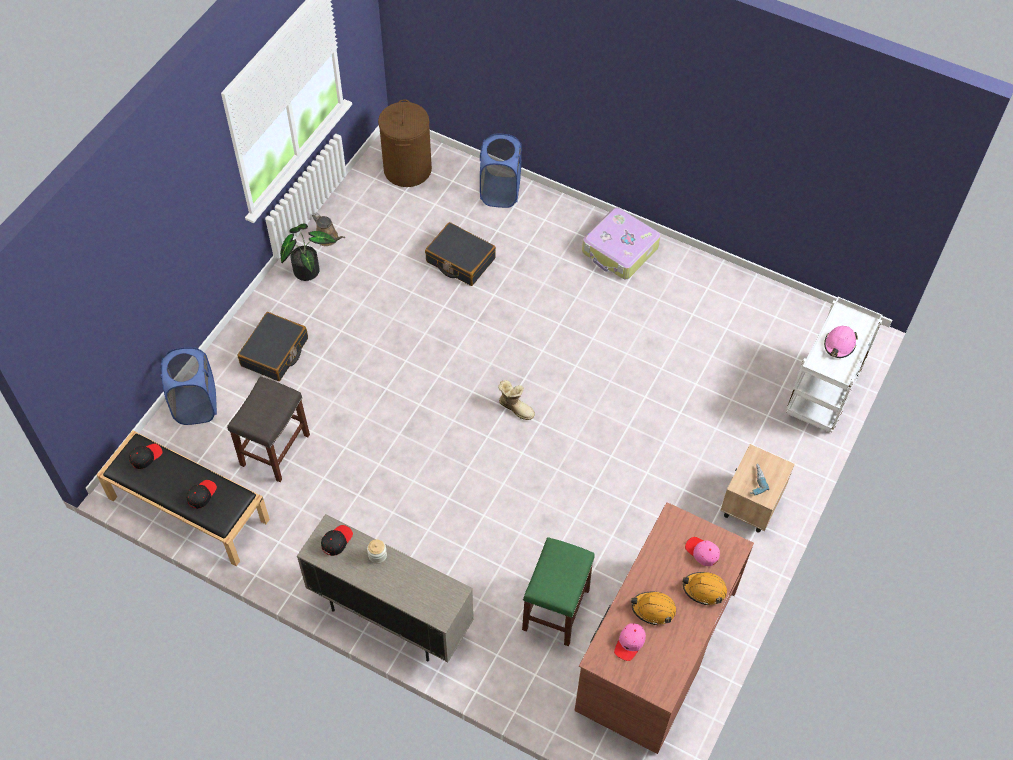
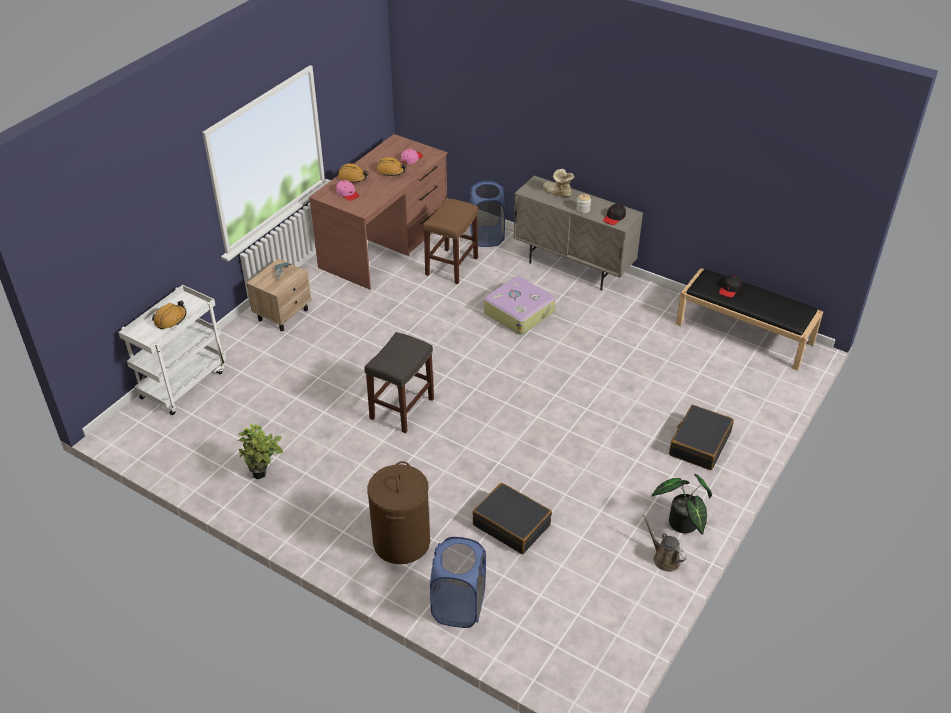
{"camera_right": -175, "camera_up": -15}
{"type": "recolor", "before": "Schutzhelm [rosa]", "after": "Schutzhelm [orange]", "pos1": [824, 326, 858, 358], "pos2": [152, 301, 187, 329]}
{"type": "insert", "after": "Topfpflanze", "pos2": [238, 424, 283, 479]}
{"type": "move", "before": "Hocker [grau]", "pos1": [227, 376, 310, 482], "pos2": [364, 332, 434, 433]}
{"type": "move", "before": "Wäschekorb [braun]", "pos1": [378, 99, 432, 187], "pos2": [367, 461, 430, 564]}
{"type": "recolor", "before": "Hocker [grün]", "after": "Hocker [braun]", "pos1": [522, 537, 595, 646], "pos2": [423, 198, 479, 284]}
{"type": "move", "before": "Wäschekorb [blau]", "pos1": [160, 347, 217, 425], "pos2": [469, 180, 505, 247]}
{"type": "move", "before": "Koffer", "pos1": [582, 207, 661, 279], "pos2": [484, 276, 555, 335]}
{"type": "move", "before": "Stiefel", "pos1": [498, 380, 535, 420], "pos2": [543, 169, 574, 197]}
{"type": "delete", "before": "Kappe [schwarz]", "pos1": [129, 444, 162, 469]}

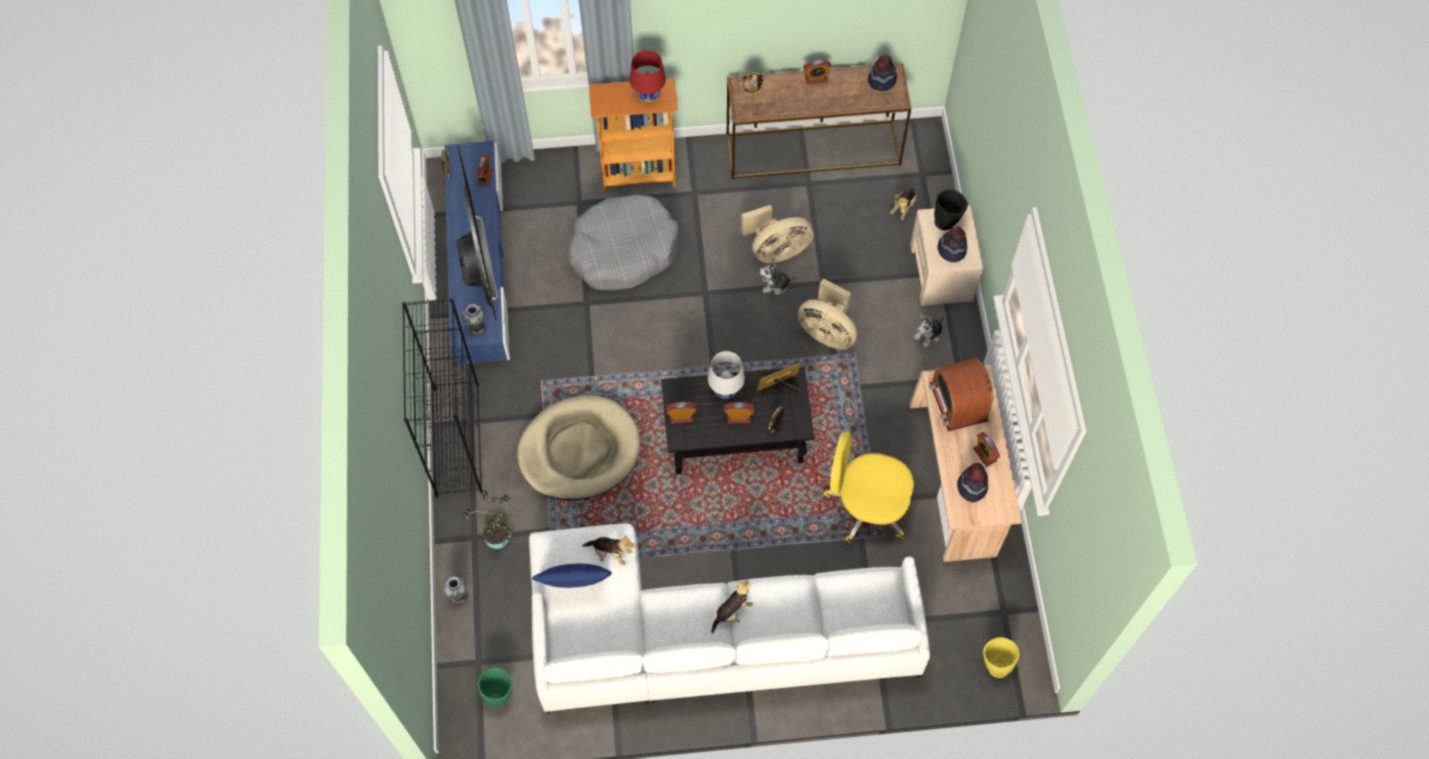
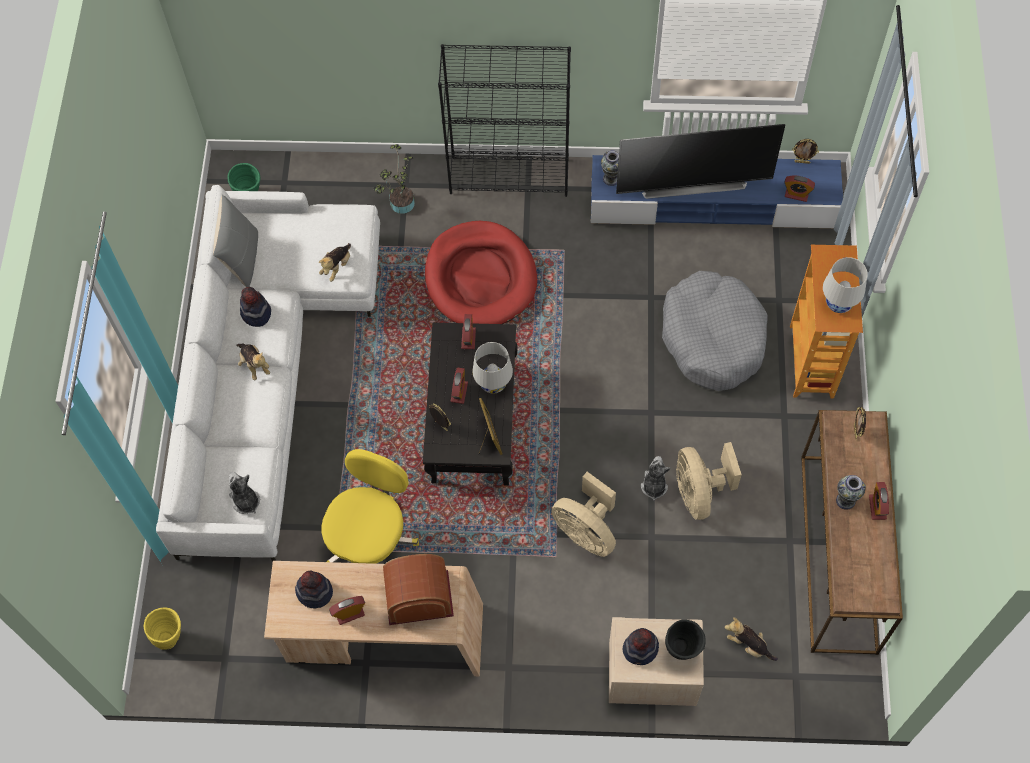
{"camera_right": 100, "camera_up": 0}
{"type": "insert", "after": "Kissen [grau]", "pos2": [213, 195, 258, 287]}
{"type": "move", "before": "Plüschtier", "pos1": [913, 314, 944, 348], "pos2": [229, 472, 260, 514]}
{"type": "move", "before": "Hut", "pos1": [868, 54, 897, 91], "pos2": [240, 287, 271, 327]}
{"type": "recolor", "before": "Hundebett [beige]", "after": "Hundebett [rot]", "pos1": [517, 396, 640, 500], "pos2": [425, 221, 537, 324]}
{"type": "rotate", "before": "Ventilator [beige]", "pos1": [797, 278, 858, 350], "pos2": [551, 472, 616, 557], "turn": -90}
{"type": "recolor", "before": "Tischlampe [rot]", "after": "Tischlampe [weiß]", "pos1": [630, 50, 666, 103], "pos2": [823, 257, 868, 313]}
{"type": "move", "before": "Vase", "pos1": [444, 575, 468, 605], "pos2": [836, 475, 866, 510]}
{"type": "delete", "before": "Kissen [blau]", "pos1": [532, 564, 612, 588]}

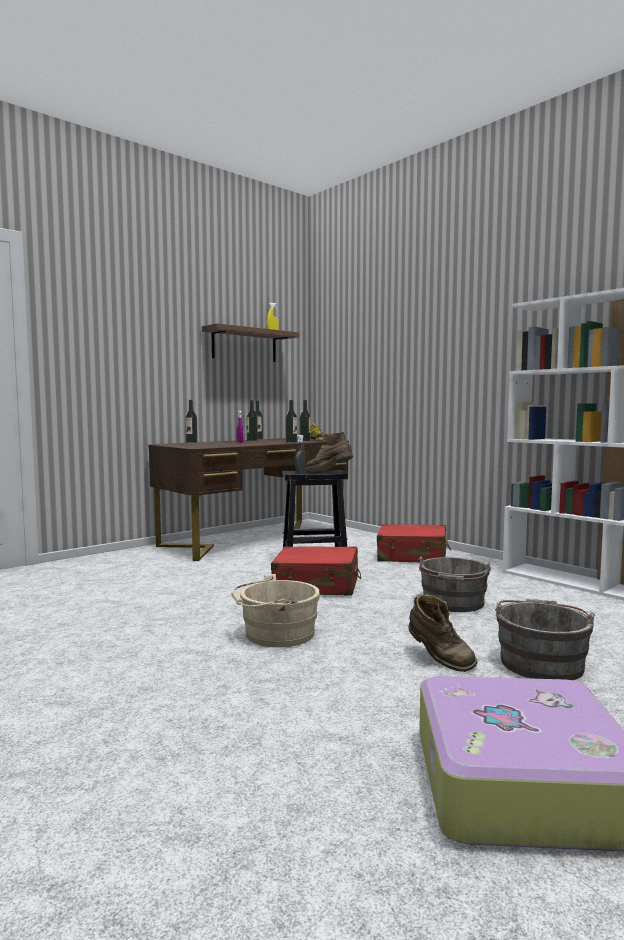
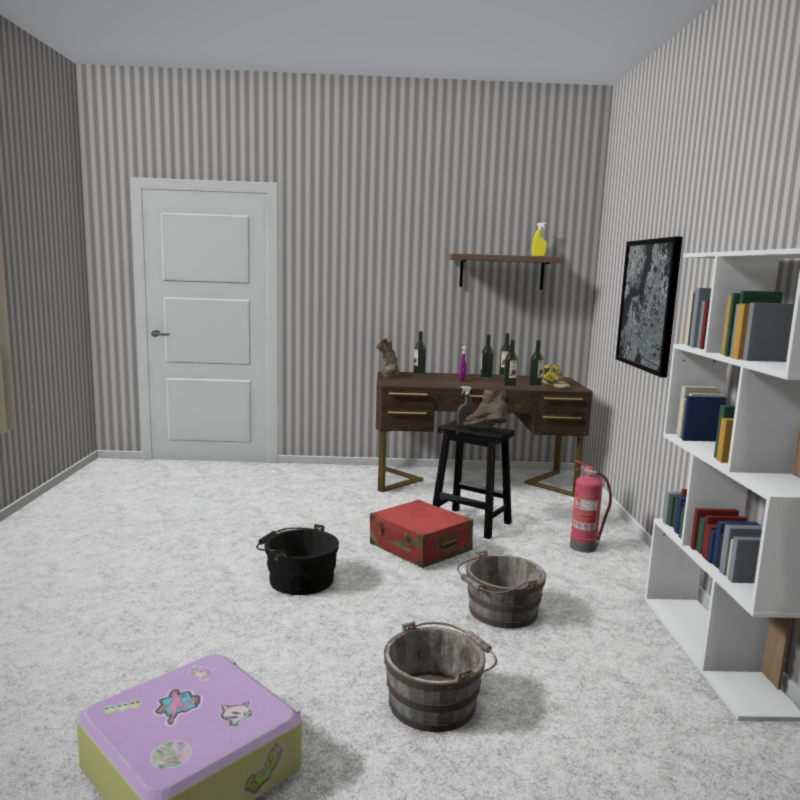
{"camera_right": 40, "camera_up": 5}
{"type": "recolor", "before": "Eimer [beige]", "after": "Eimer [schwarz]", "pos1": [231, 574, 320, 647], "pos2": [256, 524, 339, 595]}
{"type": "move", "before": "Stiefel [braun]", "pos1": [408, 594, 477, 672], "pos2": [376, 338, 399, 378]}
{"type": "replace", "before": "Koffer [rot]", "after": "Feuerlöscher", "pos1": [377, 524, 451, 562], "pos2": [570, 460, 612, 553]}
{"type": "insert", "after": "Bild", "pos2": [616, 236, 682, 377]}

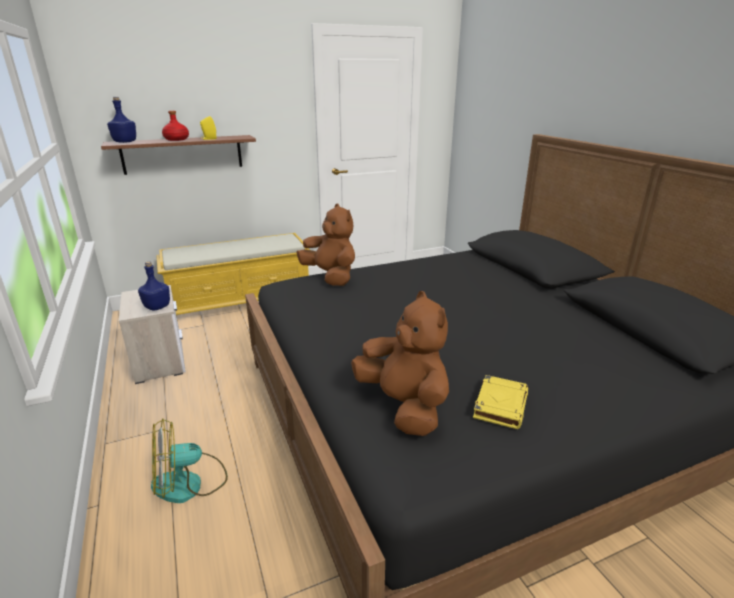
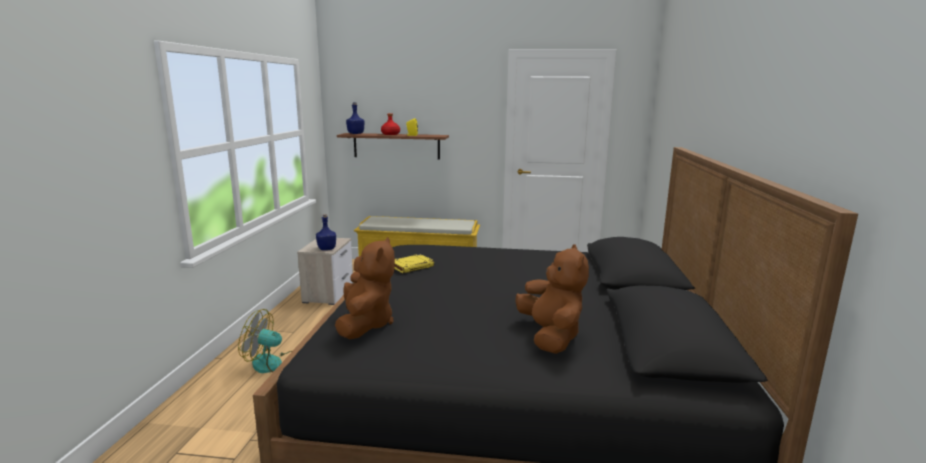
{"camera_right": 30, "camera_up": -10}
{"type": "move", "before": "Buch [gelb]", "pos1": [473, 375, 528, 429], "pos2": [395, 254, 434, 273]}
{"type": "move", "before": "Plüschtier [braun]", "pos1": [296, 204, 355, 286], "pos2": [515, 244, 589, 354]}

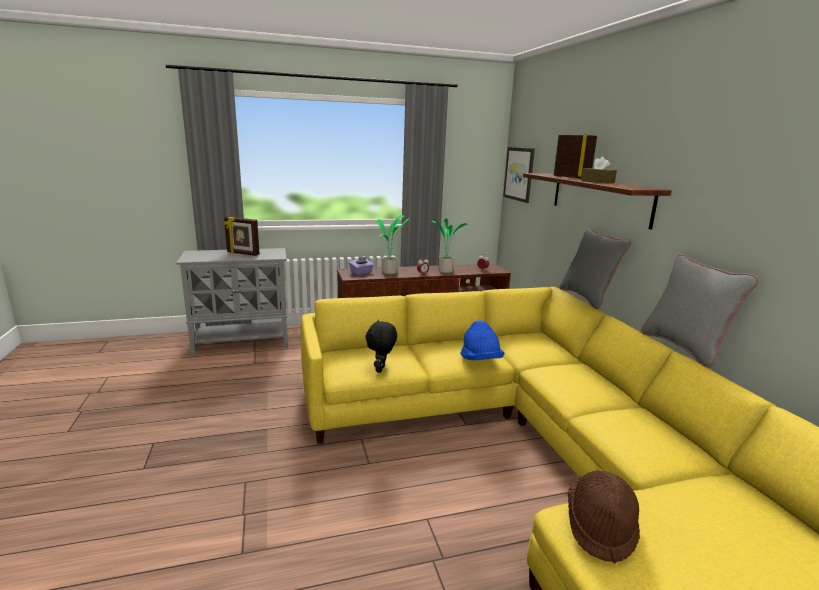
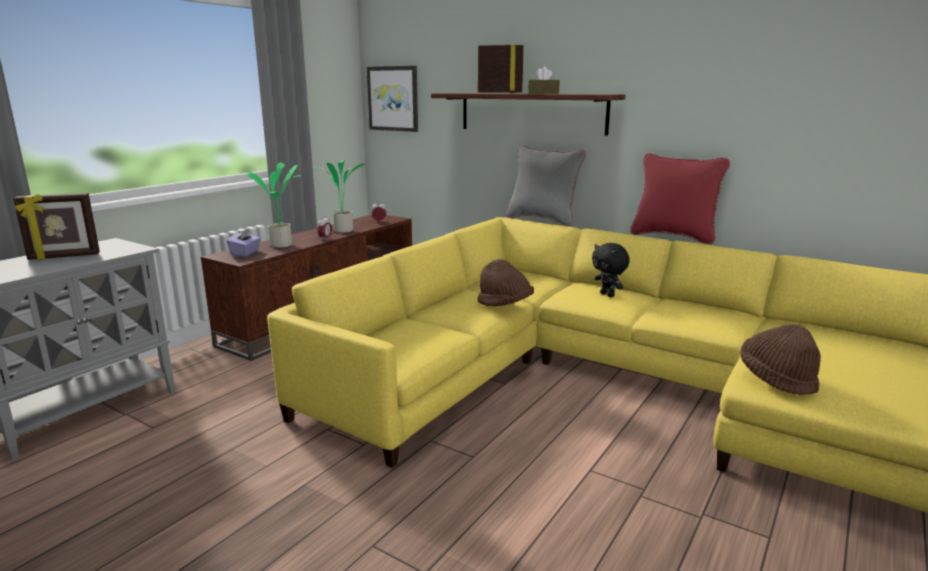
{"camera_right": -40, "camera_up": 0}
{"type": "recolor", "before": "Hut [blau]", "after": "Hut [braun]", "pos1": [461, 320, 504, 360], "pos2": [477, 259, 534, 306]}
{"type": "move", "before": "Plüschtier [schwarz]", "pos1": [366, 320, 397, 373], "pos2": [592, 243, 630, 297]}
{"type": "recolor", "before": "Kissen [grau]", "after": "Kissen [rot]", "pos1": [641, 254, 759, 368], "pos2": [630, 153, 730, 245]}

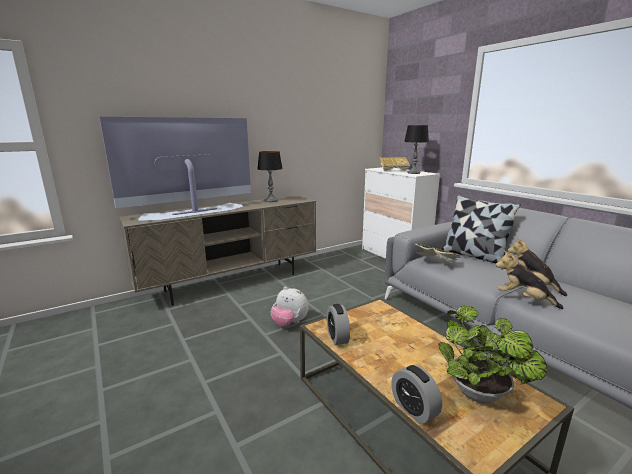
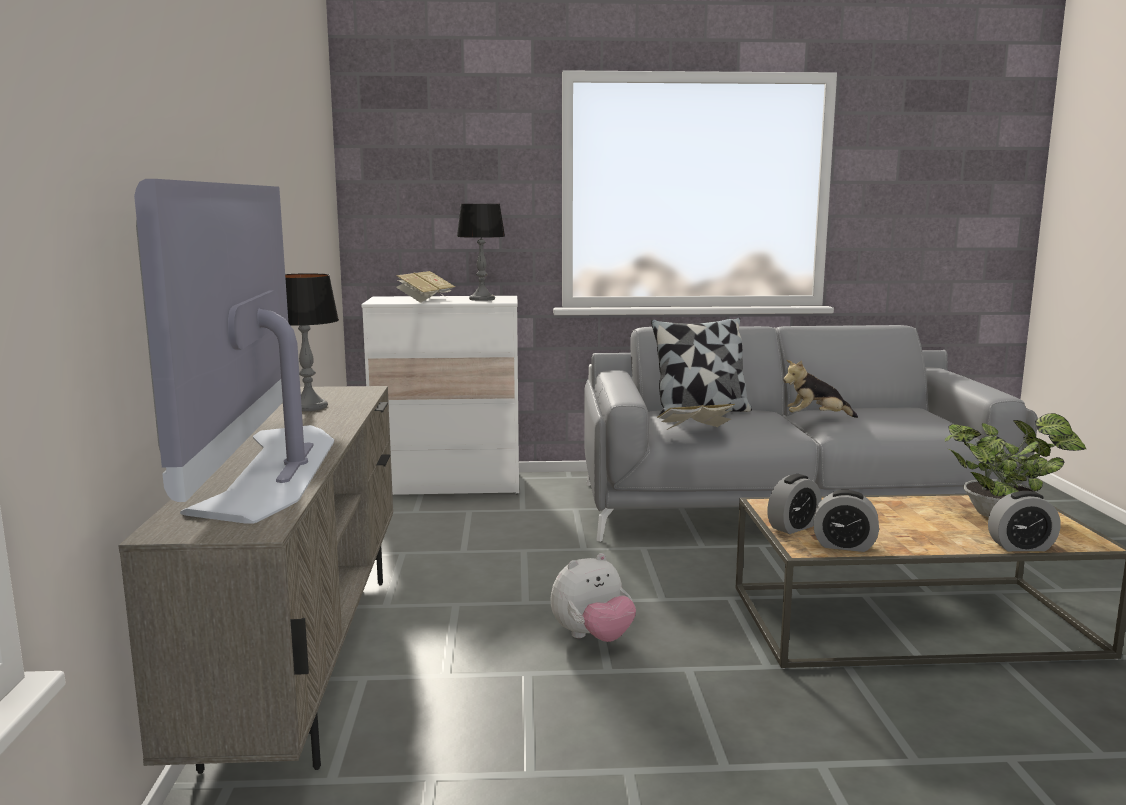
{"camera_right": -60, "camera_up": -5}
{"type": "insert", "after": "Wecker", "pos2": [767, 474, 821, 534]}
{"type": "delete", "before": "Plüschtier", "pos1": [495, 251, 564, 309]}

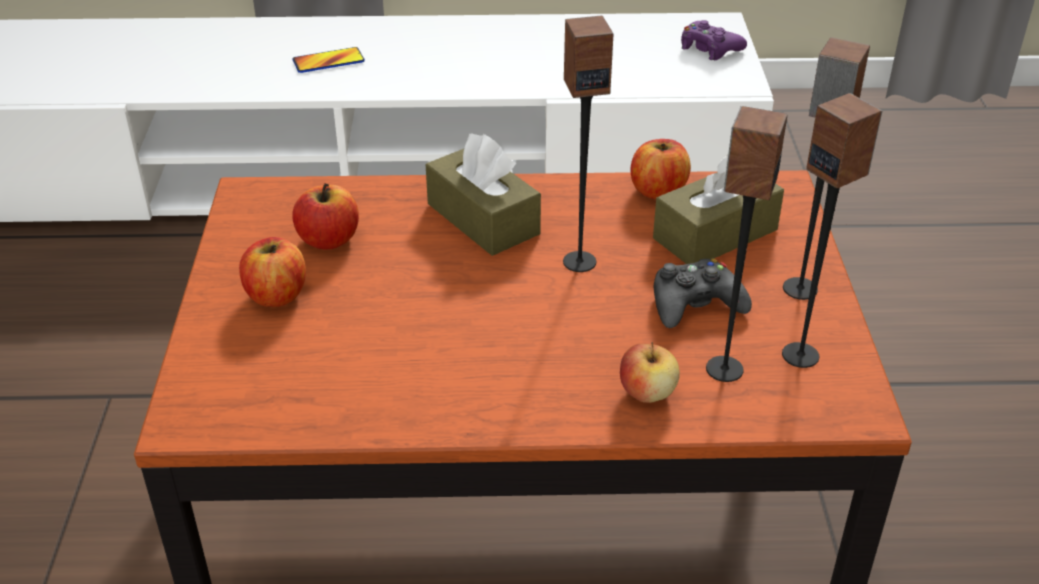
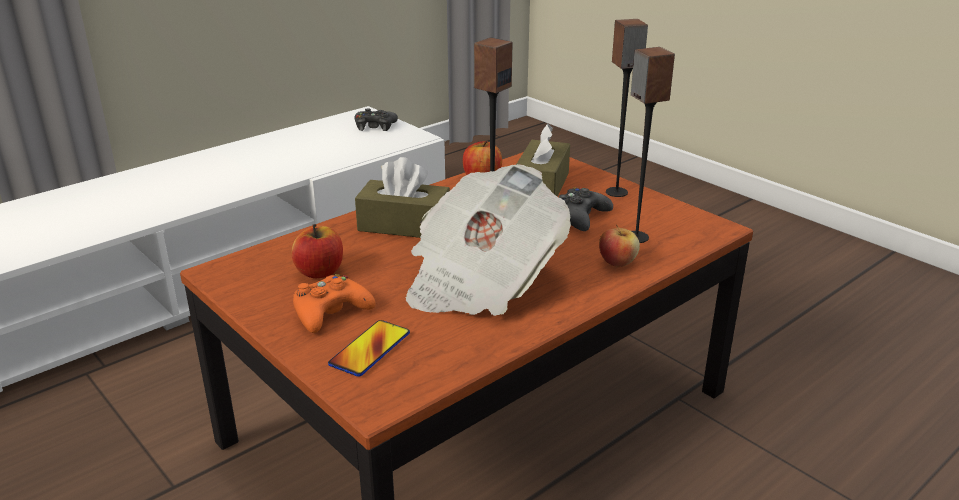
{"camera_right": -40, "camera_up": -10}
{"type": "replace", "before": "Apfel", "after": "Gamepad [orange]", "pos1": [239, 237, 306, 307], "pos2": [293, 274, 375, 333]}
{"type": "move", "before": "Handy", "pos1": [293, 47, 365, 73], "pos2": [328, 320, 410, 377]}
{"type": "recolor", "before": "Gamepad [lila]", "after": "Gamepad [schwarz]", "pos1": [681, 20, 747, 60], "pos2": [355, 108, 398, 131]}
{"type": "insert", "after": "Zeitung", "pos2": [405, 164, 571, 316]}
{"type": "delete", "before": "Lautsprecher", "pos1": [782, 93, 882, 368]}

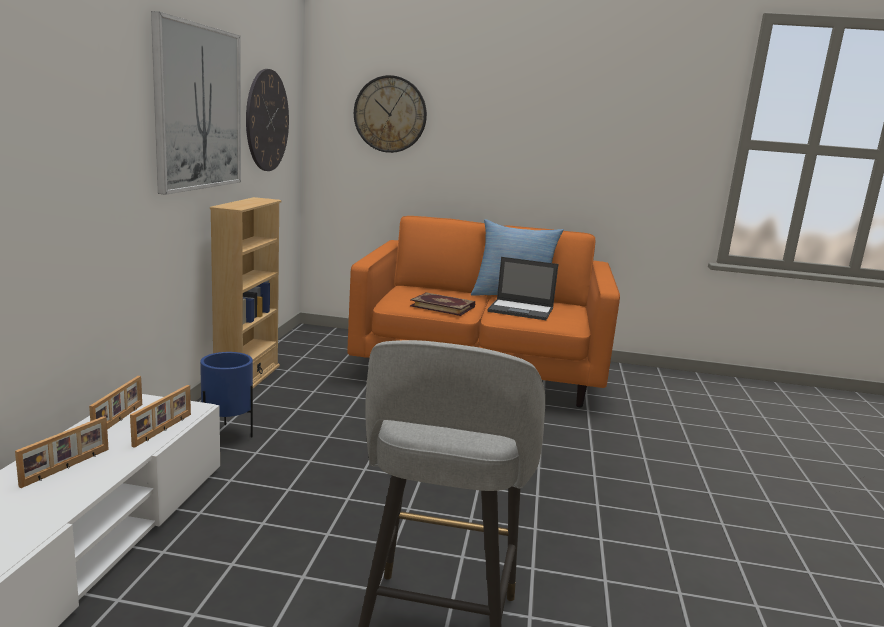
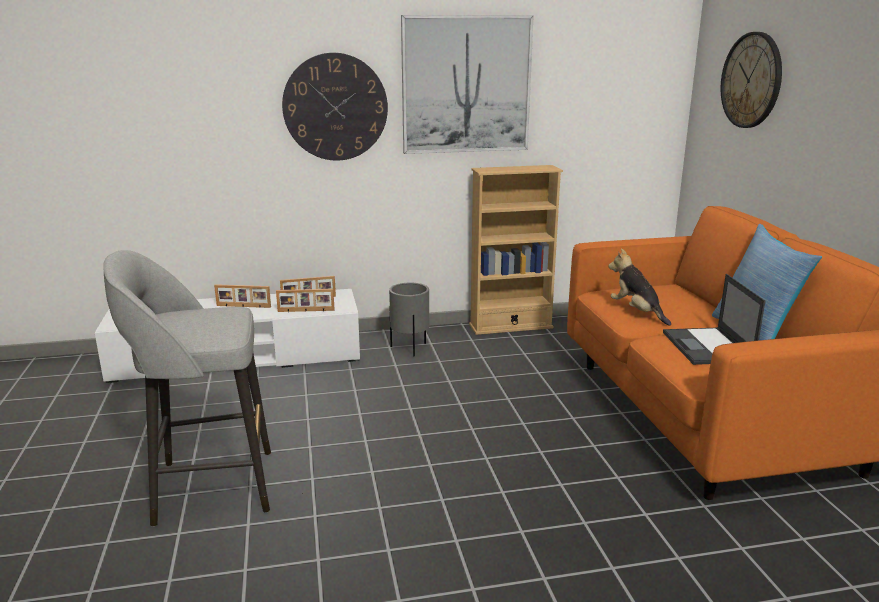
{"camera_right": 70, "camera_up": 5}
{"type": "move", "before": "Wanduhr", "pos1": [246, 69, 289, 171], "pos2": [282, 53, 388, 161]}
{"type": "recolor", "before": "Pflanzkübel [blau]", "after": "Pflanzkübel [grau]", "pos1": [200, 352, 253, 437], "pos2": [389, 283, 429, 356]}
{"type": "replace", "before": "Buch", "after": "Plüschtier", "pos1": [410, 292, 475, 316], "pos2": [608, 248, 671, 326]}

